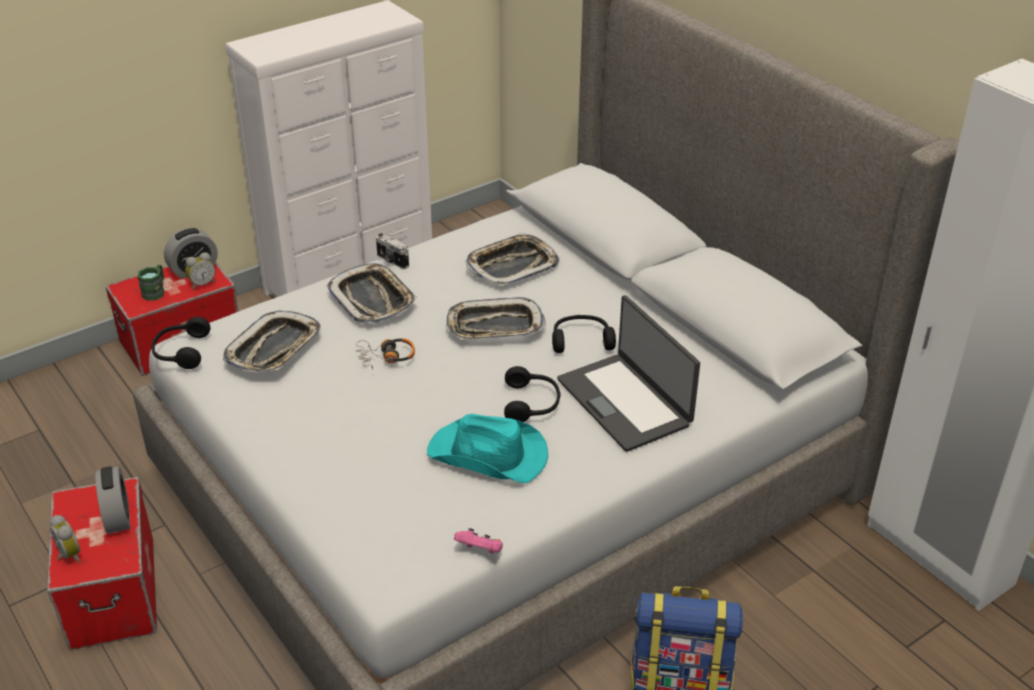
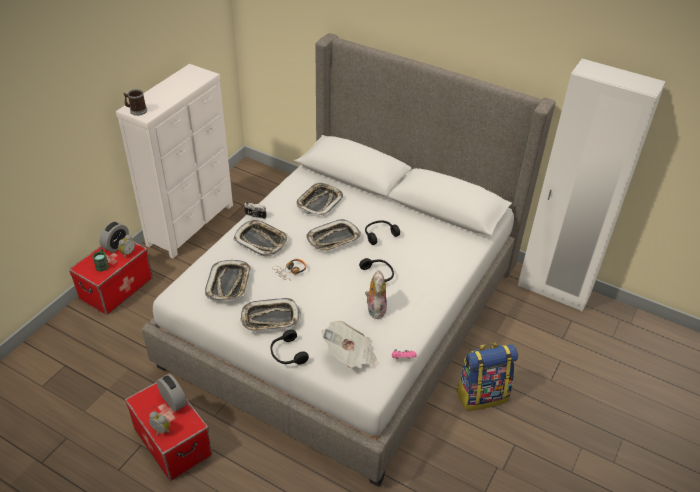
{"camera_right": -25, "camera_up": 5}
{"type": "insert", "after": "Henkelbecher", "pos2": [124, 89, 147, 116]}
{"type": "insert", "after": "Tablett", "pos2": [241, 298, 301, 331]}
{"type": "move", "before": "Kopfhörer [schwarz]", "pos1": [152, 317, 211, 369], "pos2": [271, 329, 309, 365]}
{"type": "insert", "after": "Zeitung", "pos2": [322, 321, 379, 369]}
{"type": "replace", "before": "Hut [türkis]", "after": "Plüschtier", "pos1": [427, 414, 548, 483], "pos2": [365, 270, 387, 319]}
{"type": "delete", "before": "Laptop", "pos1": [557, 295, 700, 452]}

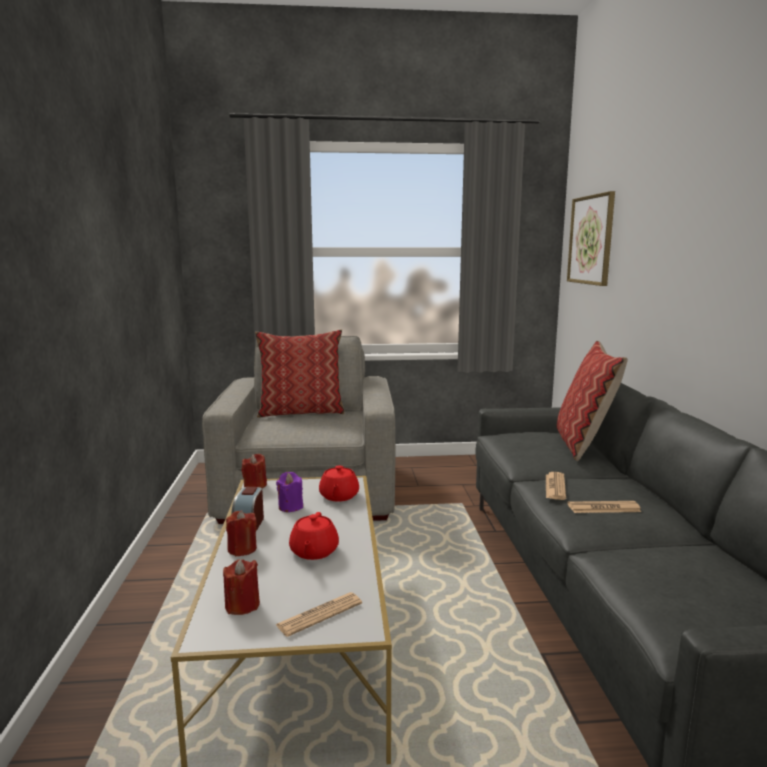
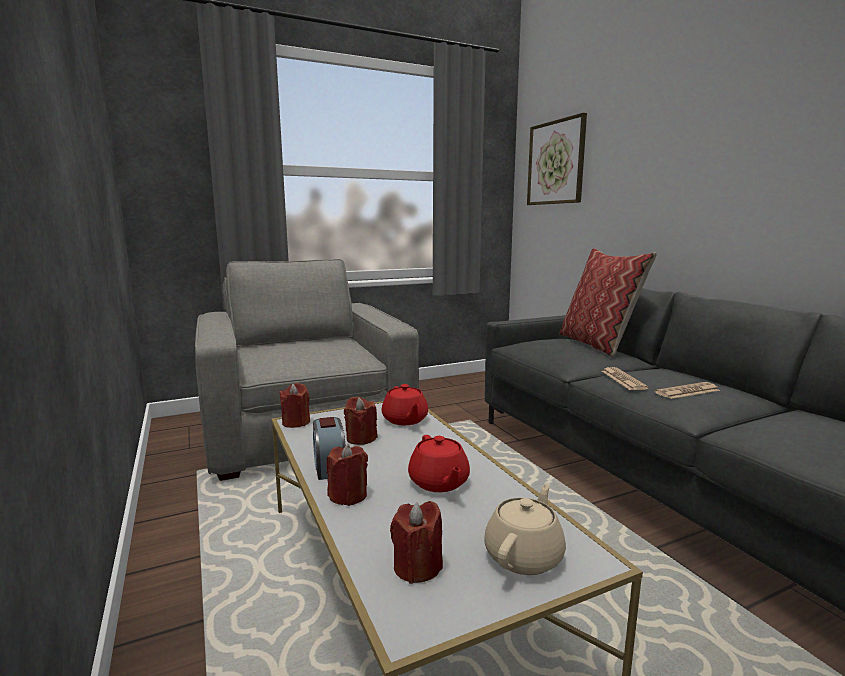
{"camera_right": -20, "camera_up": 0}
{"type": "recolor", "before": "Kerze [lila]", "after": "Kerze [rot]", "pos1": [276, 472, 303, 512], "pos2": [344, 396, 377, 445]}
{"type": "replace", "before": "Zeitung", "after": "Teekanne [beige]", "pos1": [276, 592, 362, 637], "pos2": [484, 483, 566, 575]}
{"type": "delete", "before": "Kissen", "pos1": [255, 329, 345, 418]}

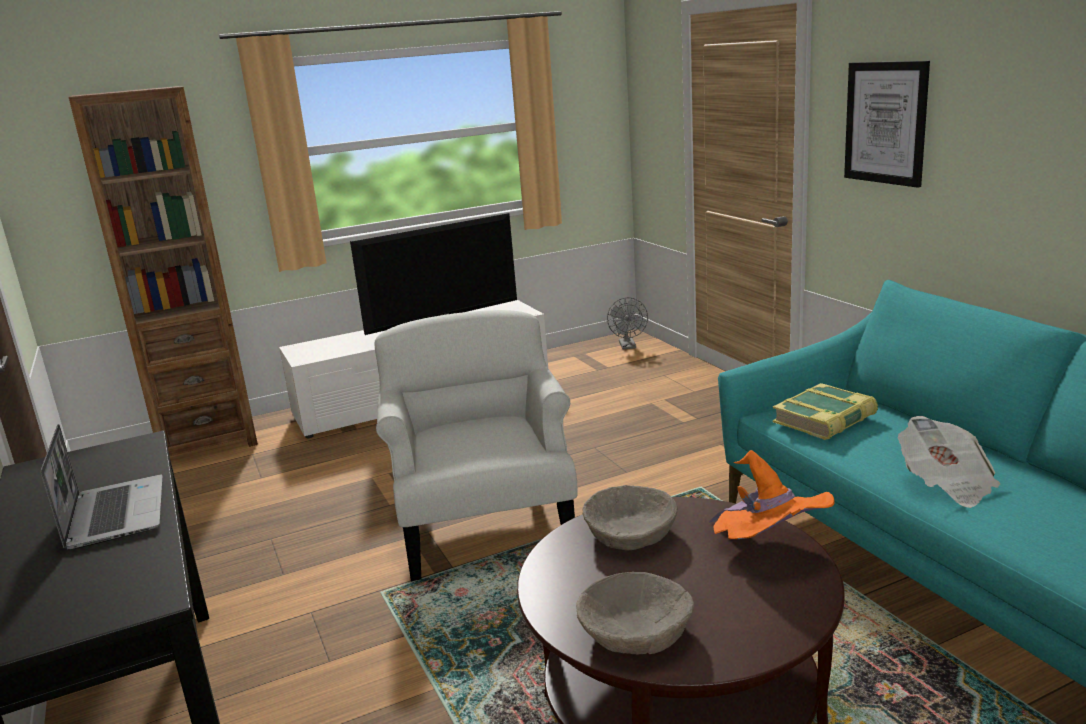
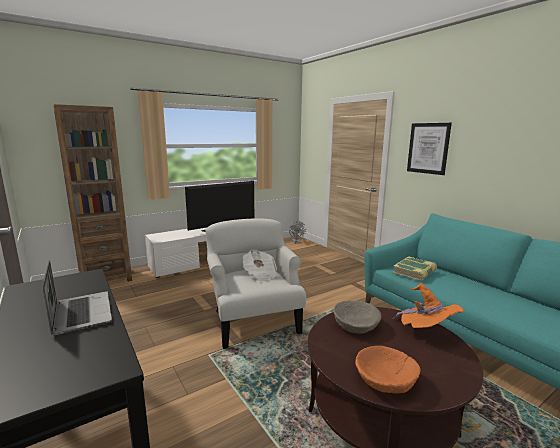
{"camera_right": -10, "camera_up": -5}
{"type": "move", "before": "Zeitung", "pos1": [898, 416, 1000, 508], "pos2": [243, 249, 278, 282]}
{"type": "recolor", "before": "Schüssel [beige]", "after": "Schüssel [orange]", "pos1": [576, 572, 694, 655], "pos2": [355, 346, 421, 394]}

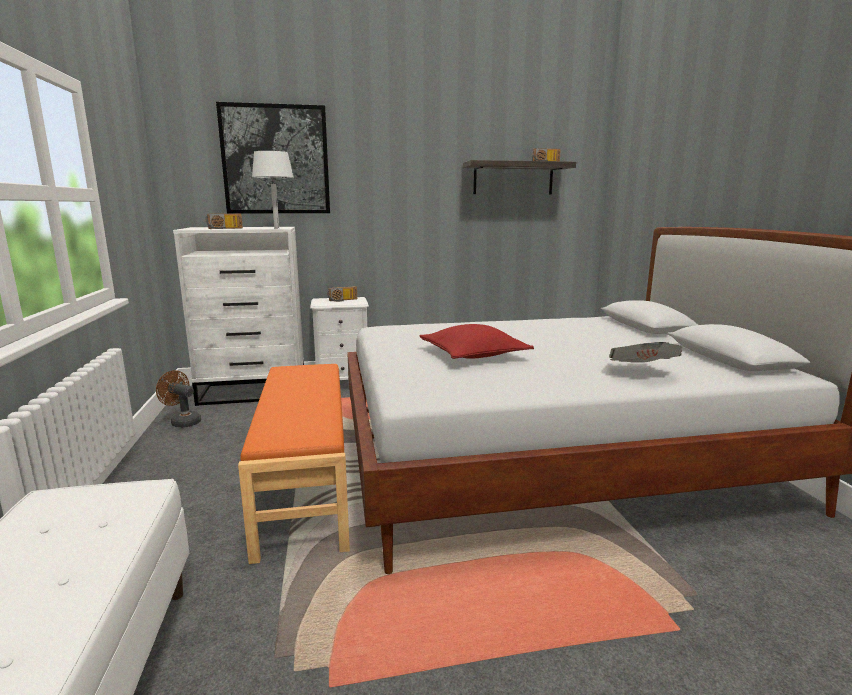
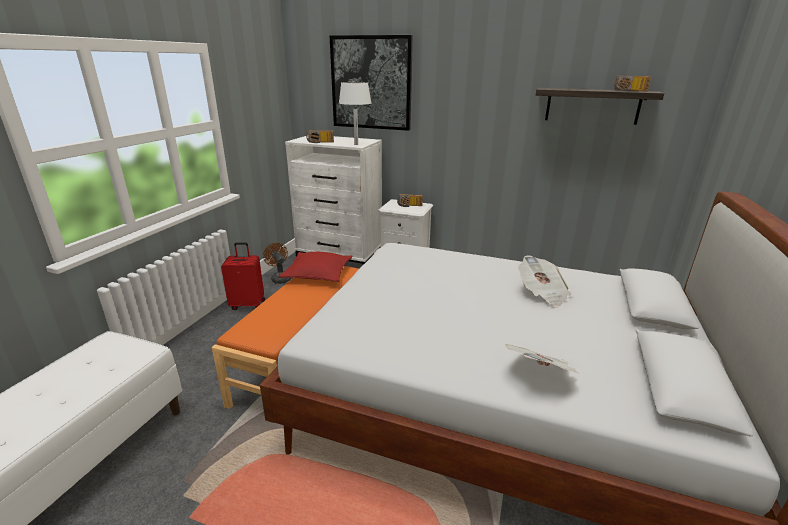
{"camera_right": 30, "camera_up": 10}
{"type": "insert", "after": "Koffer [rot]", "pos2": [221, 242, 265, 310]}
{"type": "move", "before": "Kissen [rot]", "pos1": [419, 324, 534, 359], "pos2": [279, 252, 352, 282]}
{"type": "insert", "after": "Zeitung", "pos2": [518, 255, 571, 308]}

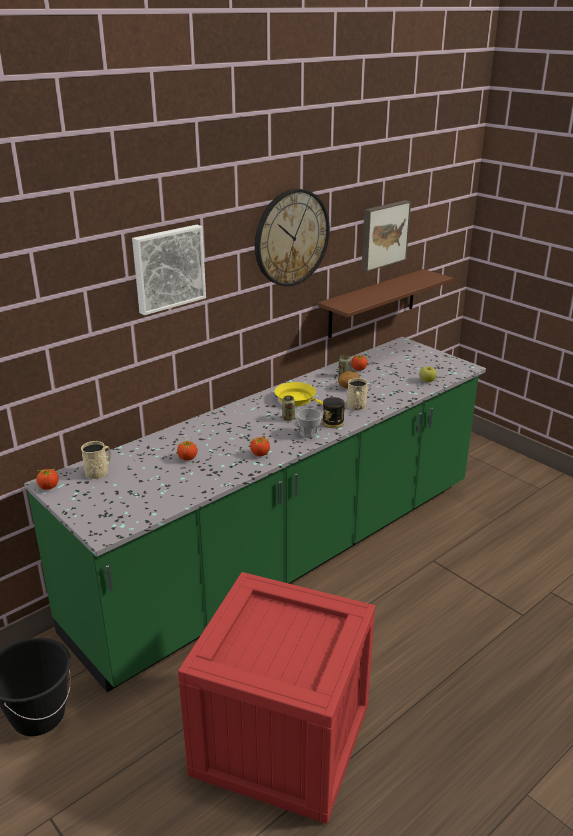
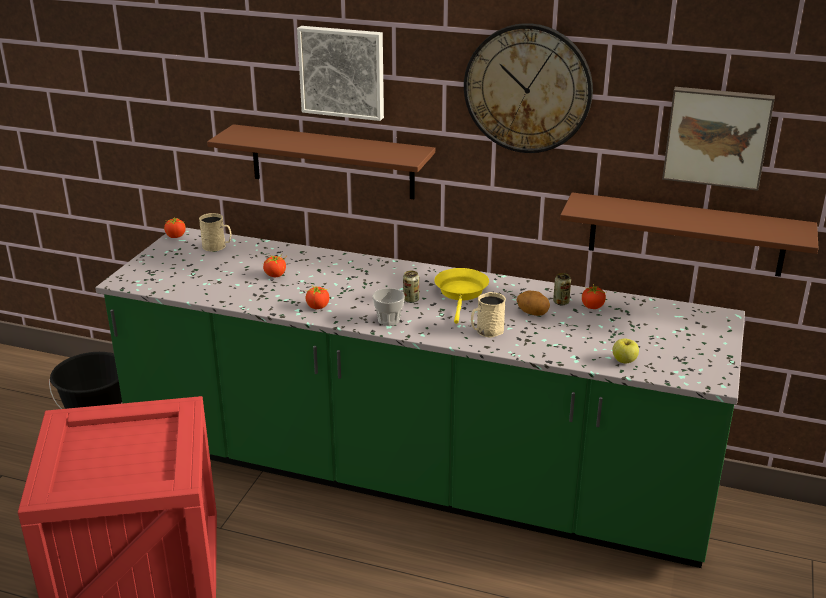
{"camera_right": 60, "camera_up": 0}
{"type": "insert", "after": "Wandregal [braun]", "pos2": [207, 124, 435, 199]}
{"type": "delete", "before": "Dose", "pos1": [322, 397, 345, 428]}

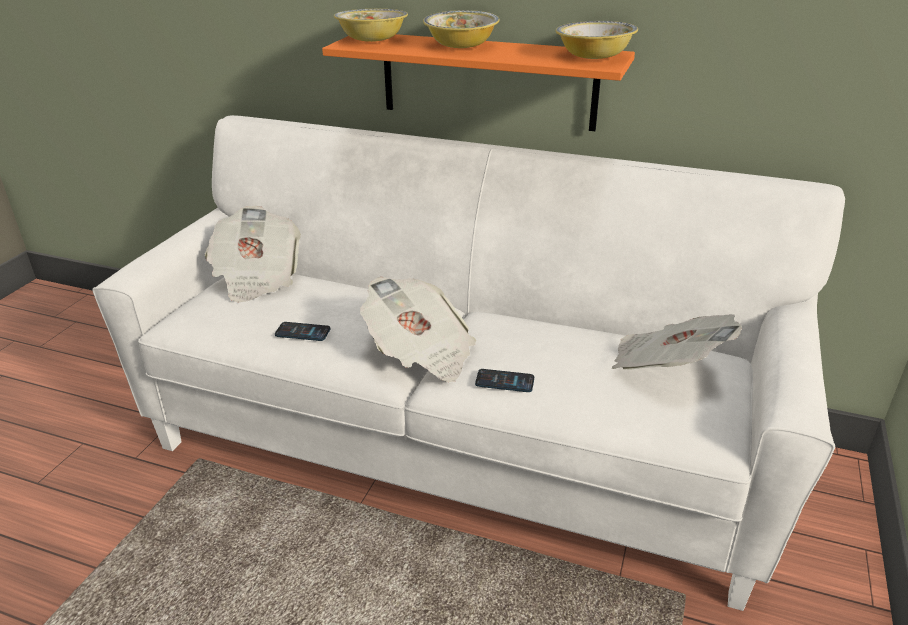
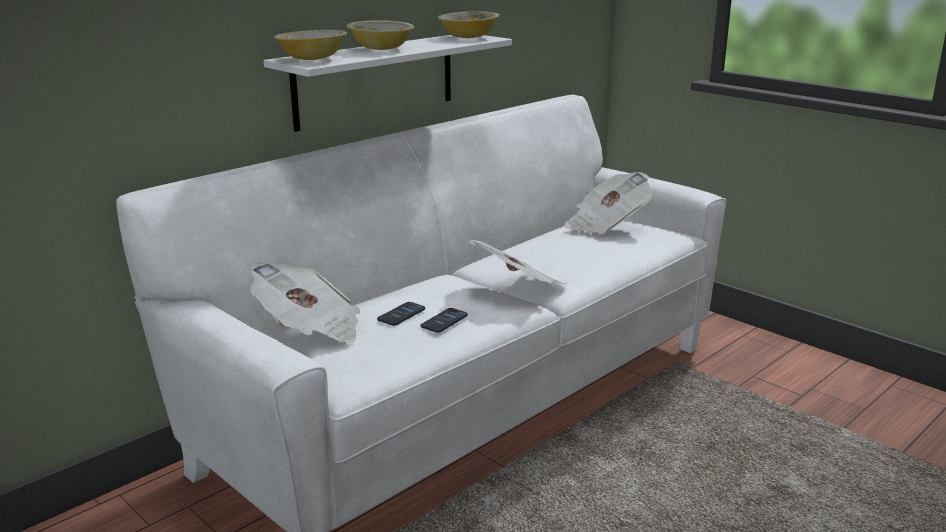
{"camera_right": -65, "camera_up": -10}
{"type": "recolor", "before": "Wandregal [orange]", "after": "Wandregal [weiß]", "pos1": [322, 34, 635, 131], "pos2": [264, 35, 512, 132]}
{"type": "move", "before": "Handy", "pos1": [475, 369, 534, 392], "pos2": [377, 302, 425, 326]}

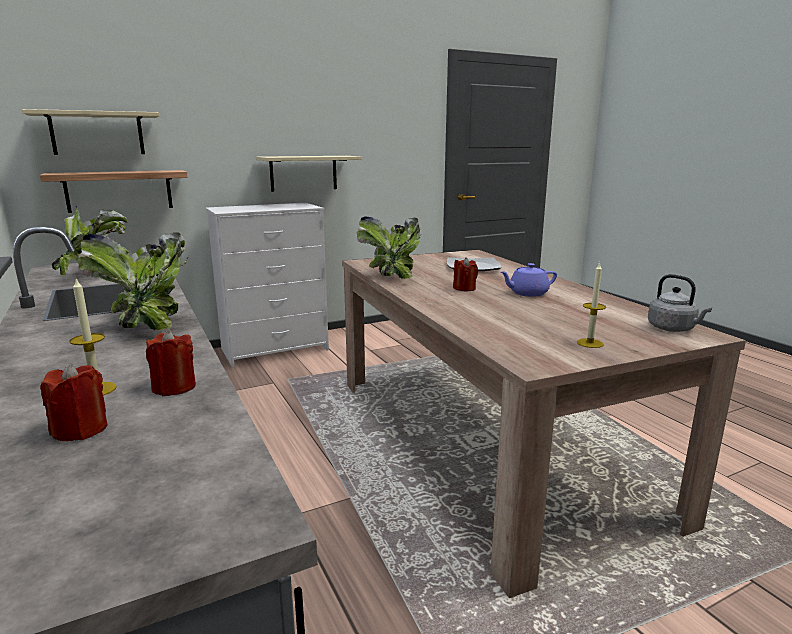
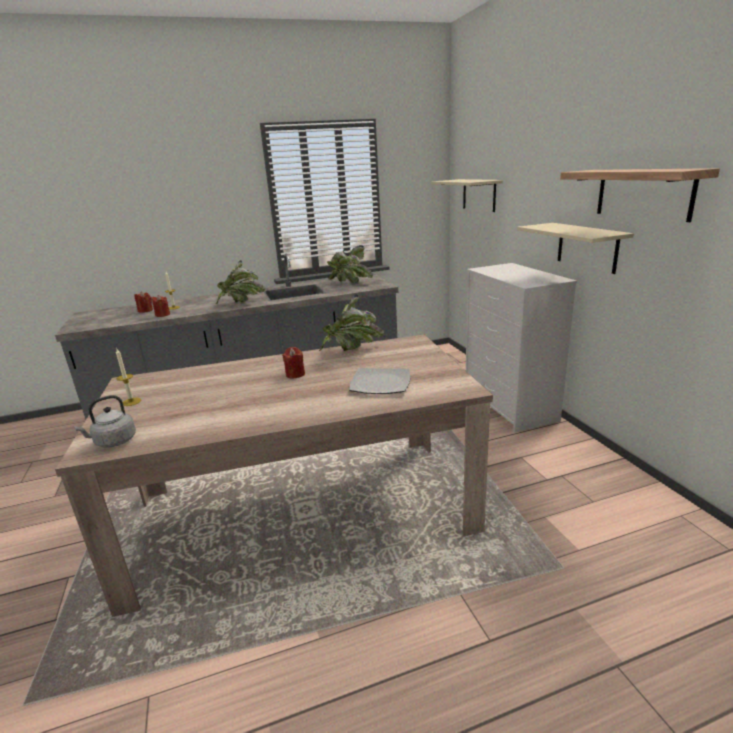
{"camera_right": 100, "camera_up": 5}
{"type": "move", "before": "Wandregal", "pos1": [40, 170, 188, 213], "pos2": [560, 168, 720, 222]}
{"type": "delete", "before": "Teekanne [lila]", "pos1": [500, 263, 557, 297]}

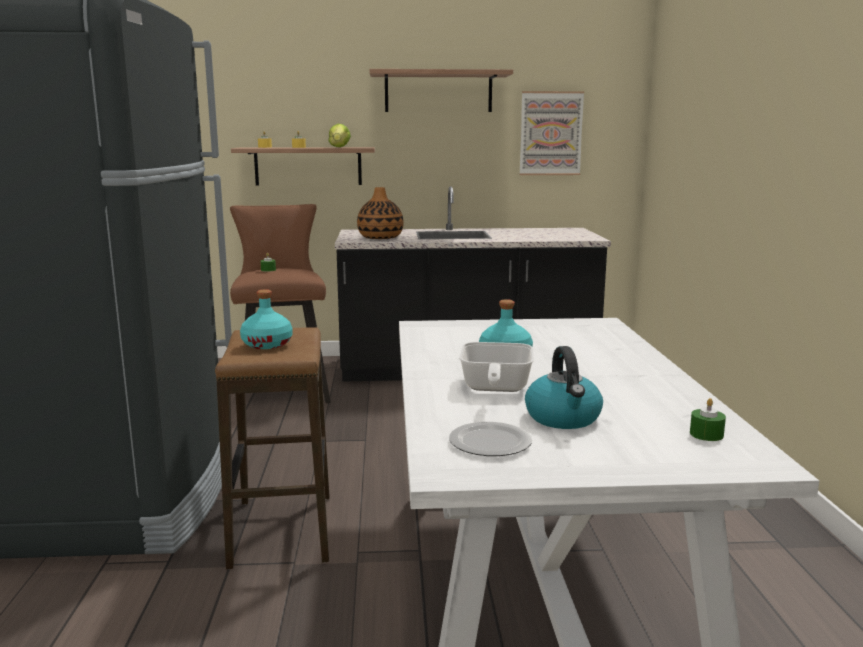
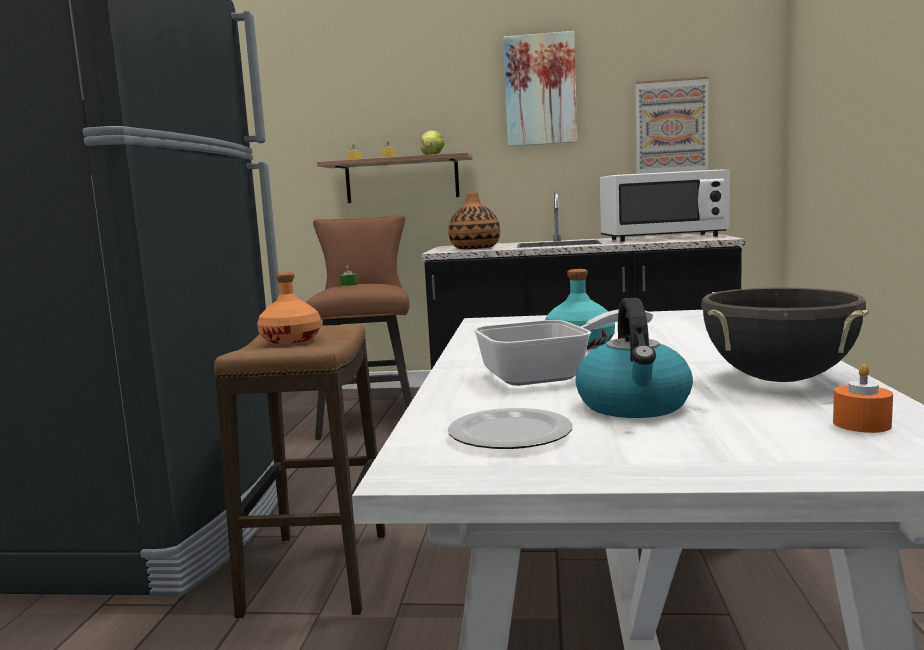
{"camera_right": 10, "camera_up": -5}
{"type": "recolor", "before": "Flasche [türkis]", "after": "Flasche [orange]", "pos1": [240, 289, 292, 349], "pos2": [257, 273, 321, 344]}
{"type": "rotate", "before": "Pfanne", "pos1": [459, 342, 534, 392], "pos2": [473, 309, 653, 386], "turn": -120}
{"type": "replace", "before": "Wandregal", "after": "Bild", "pos1": [369, 69, 513, 112], "pos2": [503, 31, 577, 147]}
{"type": "insert", "after": "Mikrowelle [weiß]", "pos2": [600, 169, 730, 241]}
{"type": "insert", "after": "Kochtopf [schwarz]", "pos2": [701, 288, 869, 382]}
{"type": "recolor", "before": "Kerze [grün]", "after": "Kerze [orange]", "pos1": [690, 398, 726, 441], "pos2": [833, 364, 893, 433]}

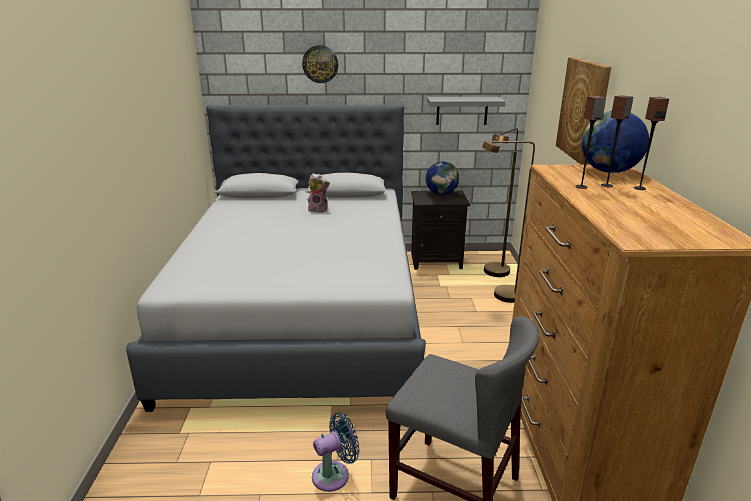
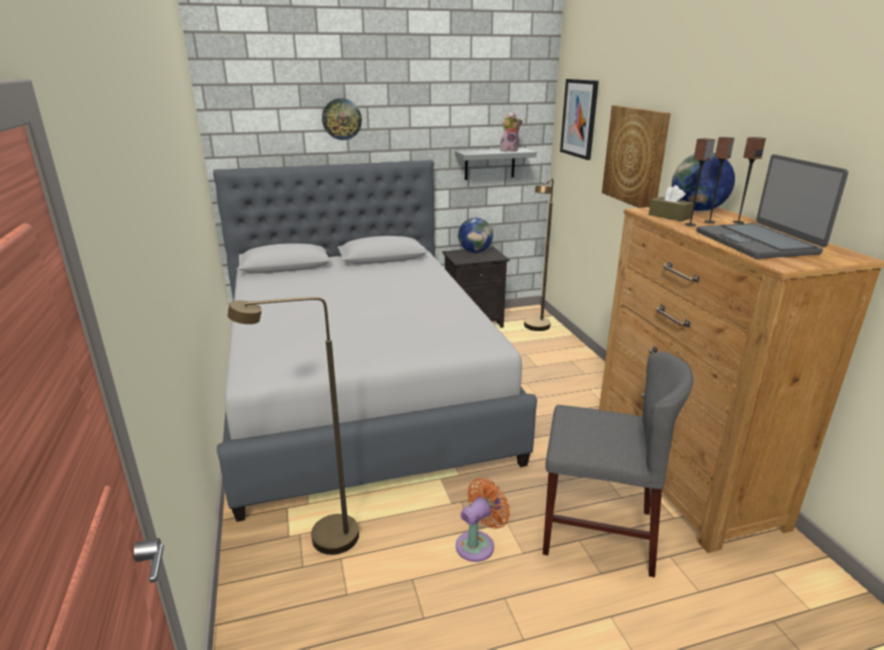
{"camera_right": -15, "camera_up": 0}
{"type": "move", "before": "Stehlampe [braun]", "pos1": [482, 140, 535, 303], "pos2": [227, 297, 359, 555]}
{"type": "recolor", "before": "Ventilator [blau]", "after": "Ventilator [orange]", "pos1": [312, 412, 360, 492], "pos2": [456, 478, 510, 562]}
{"type": "move", "before": "Plüschtier", "pos1": [308, 173, 330, 213], "pos2": [500, 112, 523, 152]}
{"type": "insert", "after": "Bild", "pos2": [560, 79, 599, 160]}
{"type": "insert", "after": "Taschentuchbox [braun]", "pos2": [649, 185, 694, 221]}
{"type": "insert", "after": "Laptop", "pos2": [696, 154, 848, 259]}

